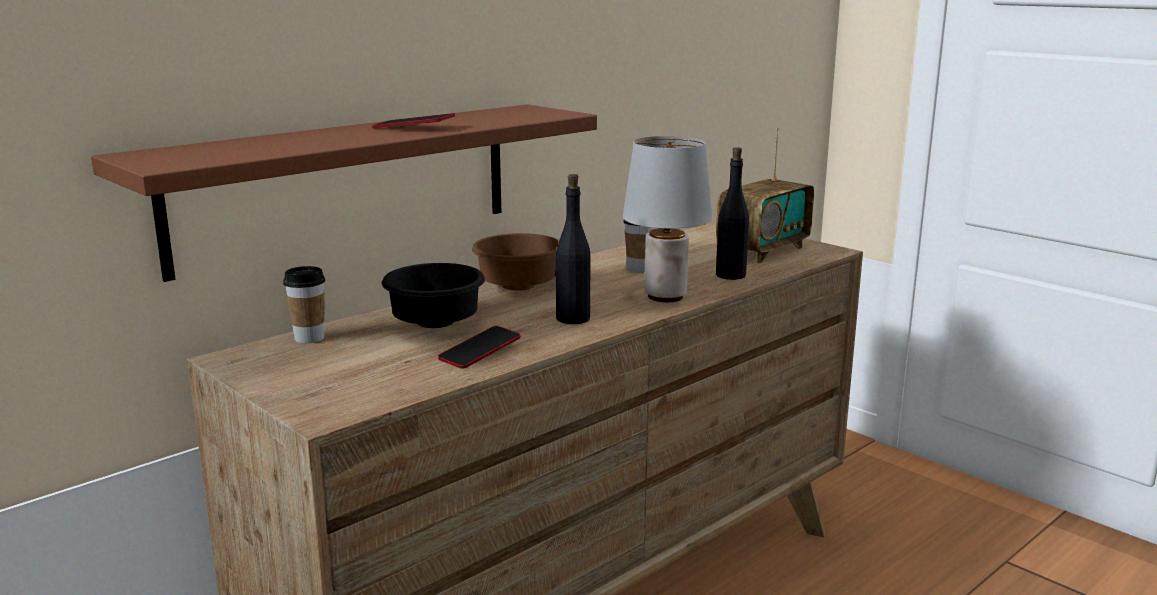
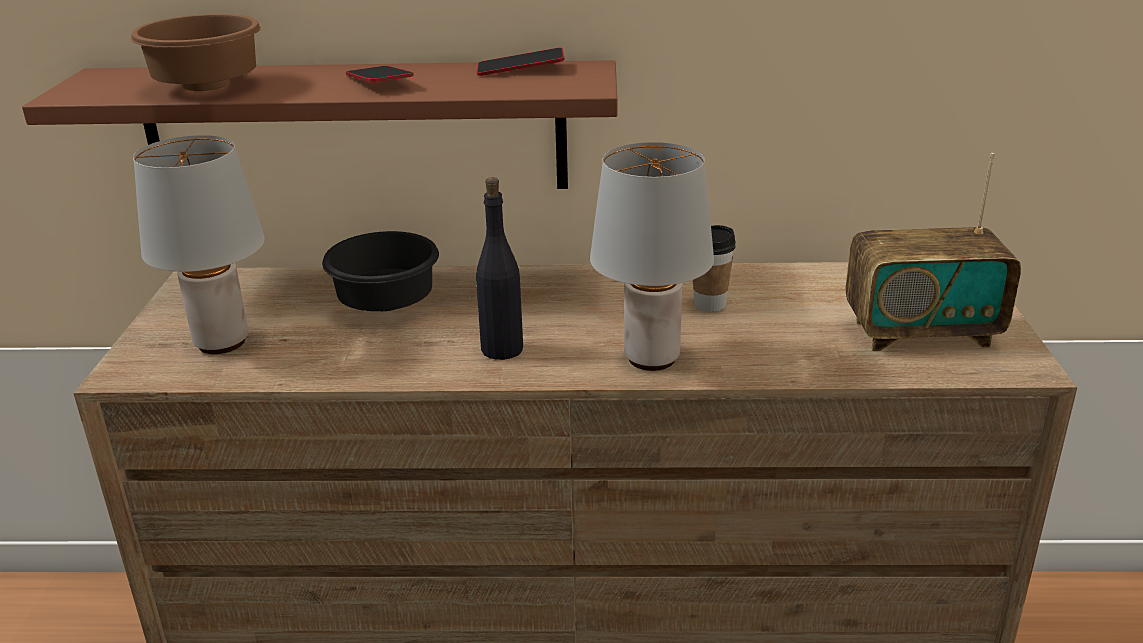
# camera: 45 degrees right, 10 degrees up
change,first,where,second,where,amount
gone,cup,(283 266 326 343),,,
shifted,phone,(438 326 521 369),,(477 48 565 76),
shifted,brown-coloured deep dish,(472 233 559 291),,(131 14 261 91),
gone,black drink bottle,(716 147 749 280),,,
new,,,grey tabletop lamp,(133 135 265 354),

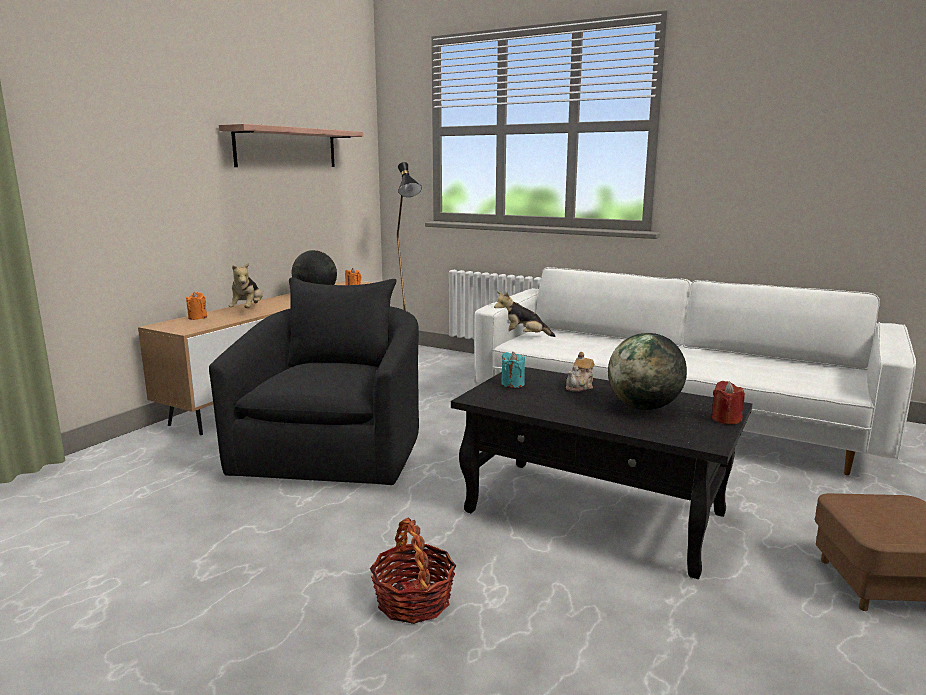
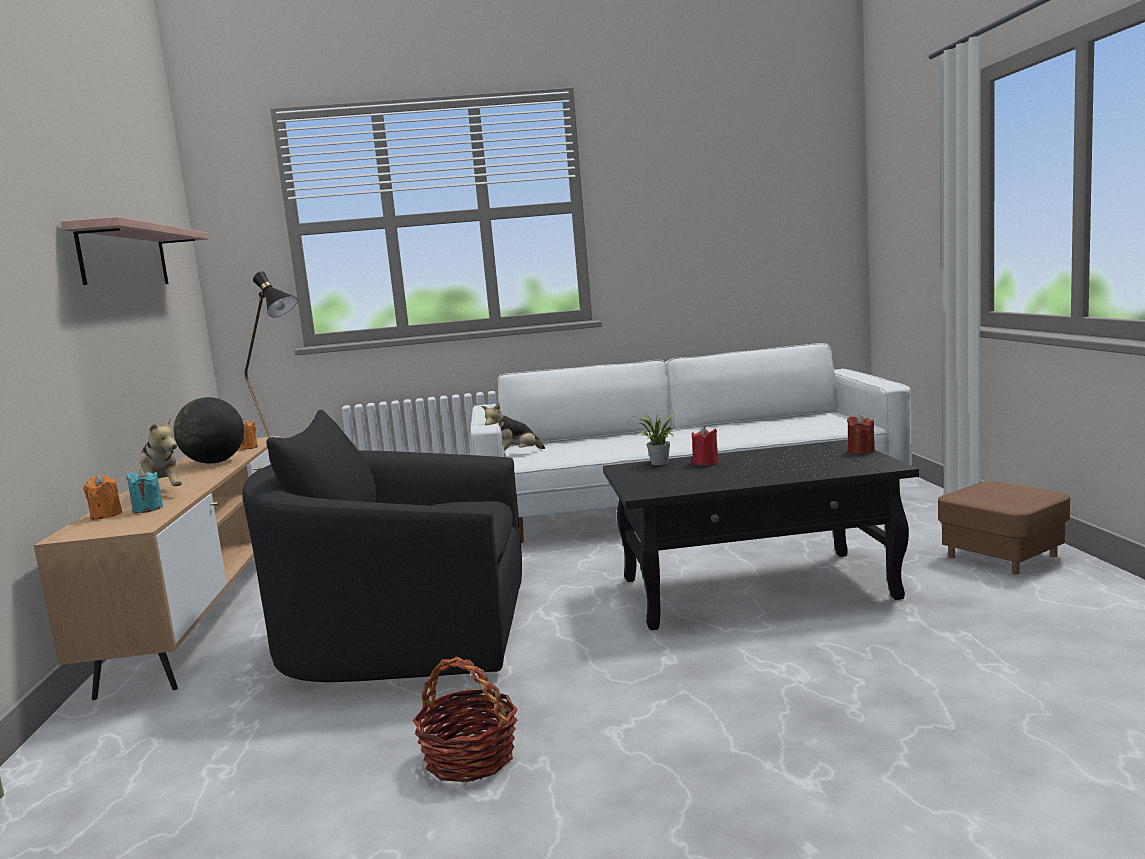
# camera: 35 degrees left, 5 degrees down
change,first,where,second,where,amount
rotated,black easy chair,(209 278 419 485),,(242 410 522 682),60 degrees counterclockwise
shifted,storage basket,(370 517 456 624),,(412 657 518 782),
shifted,blue-green candle,(501 352 525 388),,(126 469 163 513),
swapped,tea pot,(566 352 595 392),red-coloured candle,(692 426 719 465),
gone,desk globe,(608 333 687 410),,,
new,,,plant in a pot,(631 410 676 465),

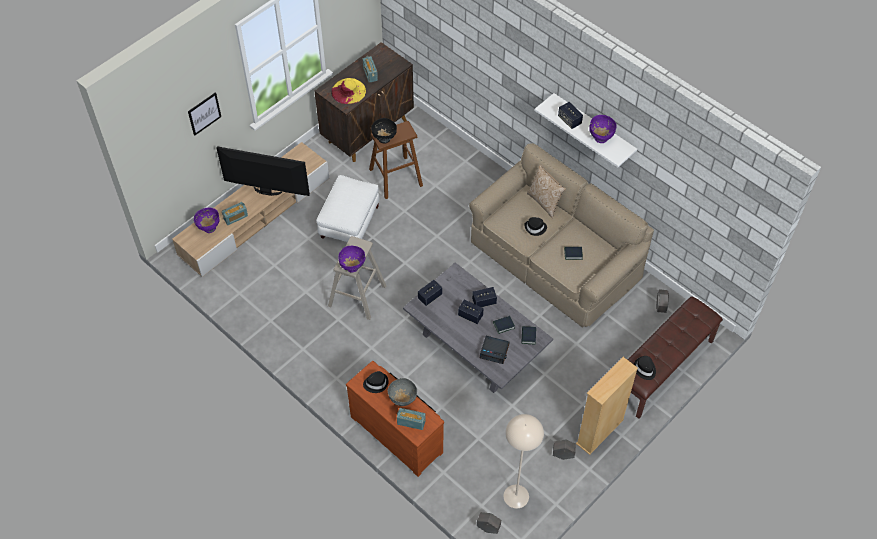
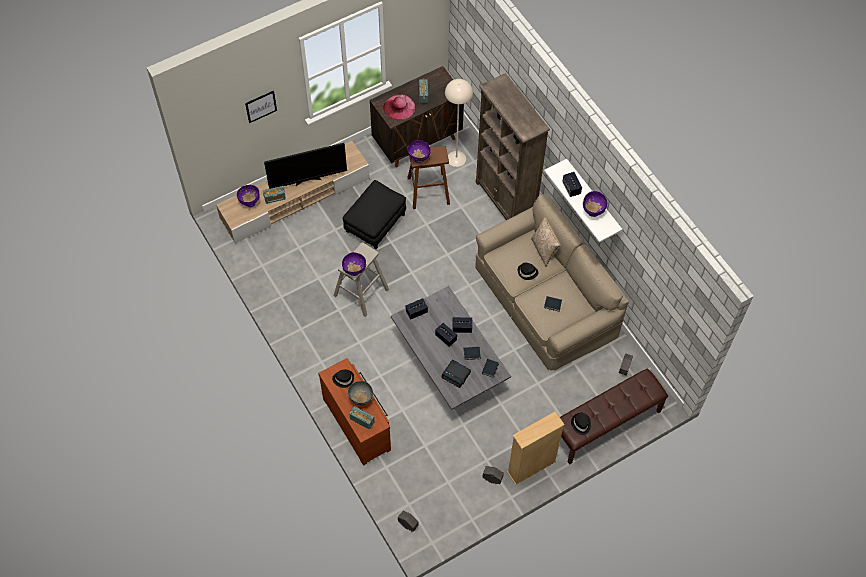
# camera: 15 degrees right, 5 degrees up
change,first,where,second,where,amount
rotated,television,(216 146 310 196),,(264 143 347 189),135 degrees clockwise
repainted,white pouffe,(316 175 380 242),black pouffe,(343 180 406 249),
repainted,yellow hat,(331 78 366 104),pink hat,(383 94 415 120),
repainted,black deep dish,(371 118 397 144),purple-coloured deep dish,(407 140 431 163),
shifted,sand-coloured standard lamp,(503 414 544 508),,(445 79 473 167),
new,,,brown-coloured shelving unit,(476 73 550 220),

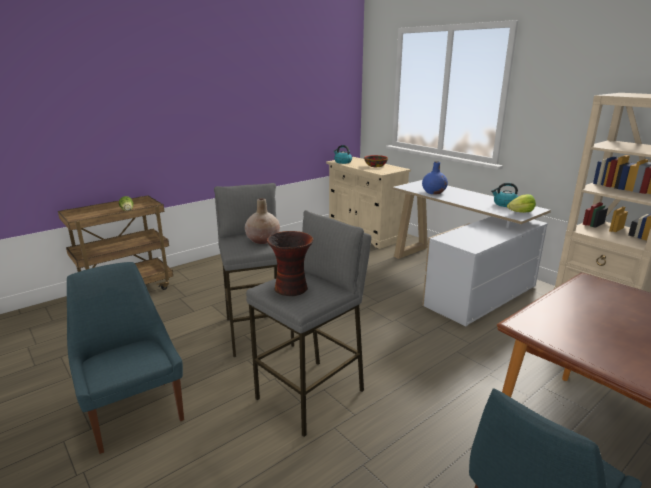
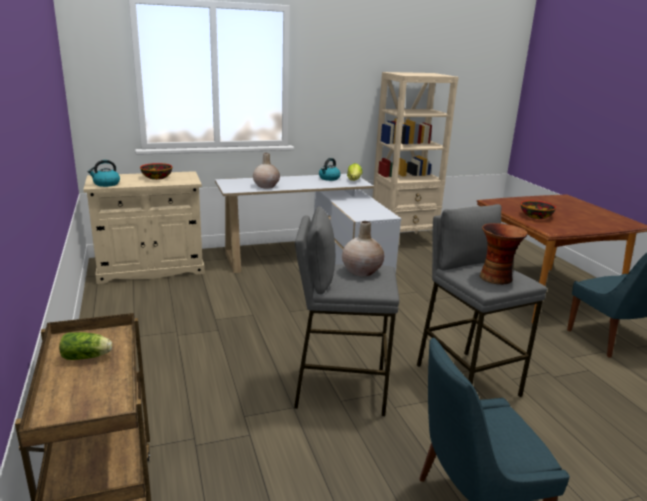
# camera: 70 degrees left, 0 degrees up
change,first,where,second,where,amount
repainted,blue vase,(422 162 448 194),sand-coloured vase,(253 153 280 188),
new,,,deep dish,(521 200 556 219),

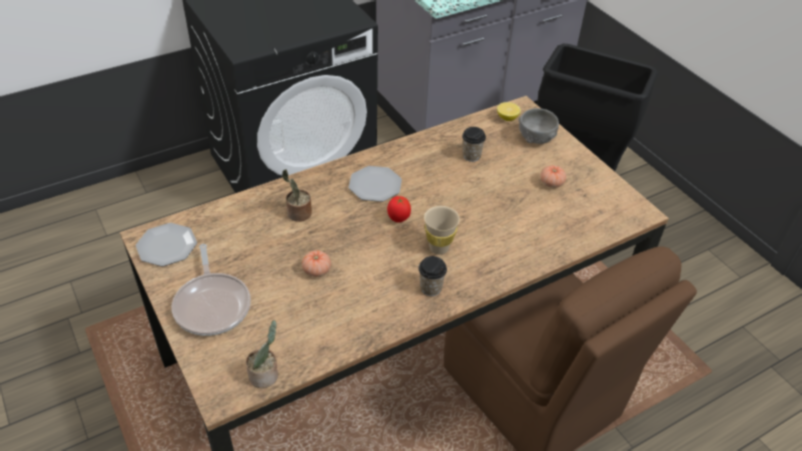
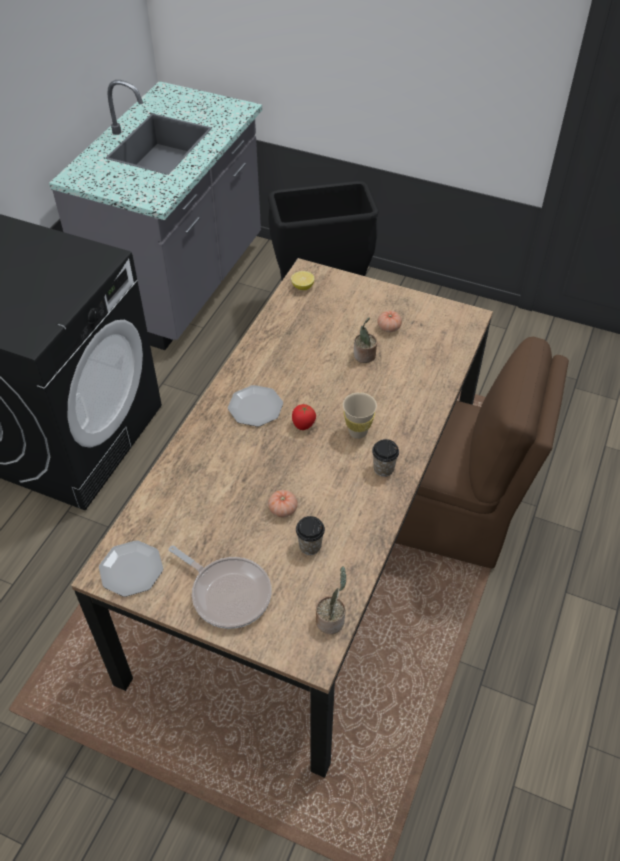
# camera: 35 degrees left, 5 degrees up
change,first,where,second,where,amount
shifted,plant in a pot,(282 169 312 222),,(354 317 377 363),
shifted,cup,(462 127 486 162),,(296 516 325 555),
gone,grey deep dish,(519 108 559 144),,,

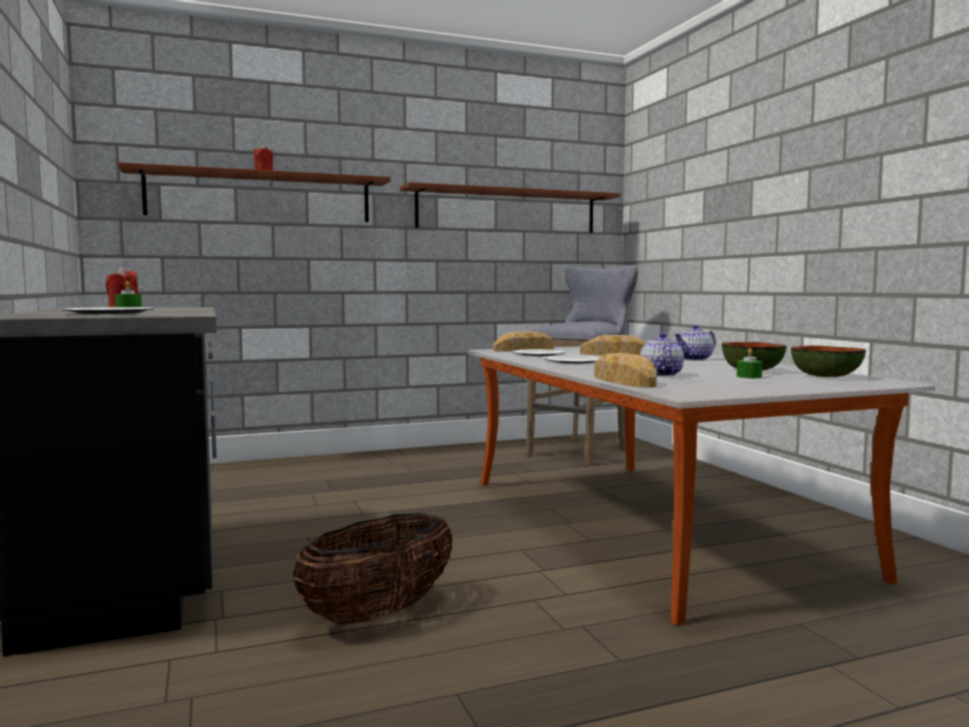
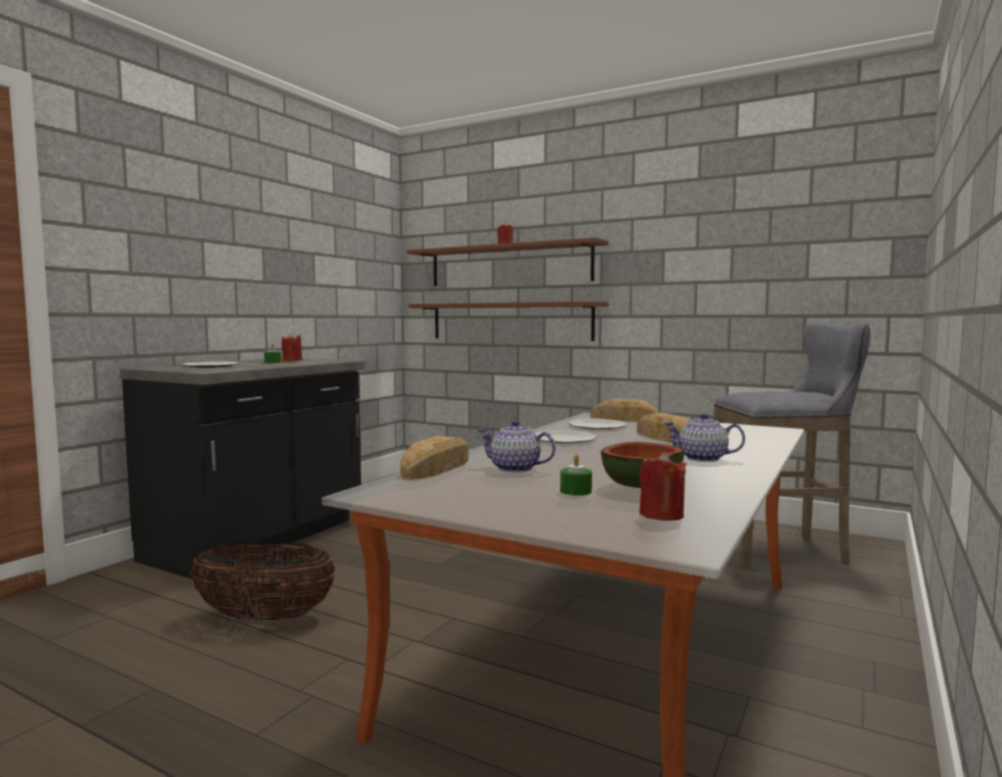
# camera: 50 degrees right, 0 degrees up
change,first,where,second,where,amount
shifted,brown-coloured bracket shelf,(400 182 620 233),,(409 301 609 341),
rotated,tea pot,(640 333 684 376),,(478 420 556 473),120 degrees counterclockwise
swapped,deep dish,(791 346 866 377),red-coloured candle,(639 452 686 521),

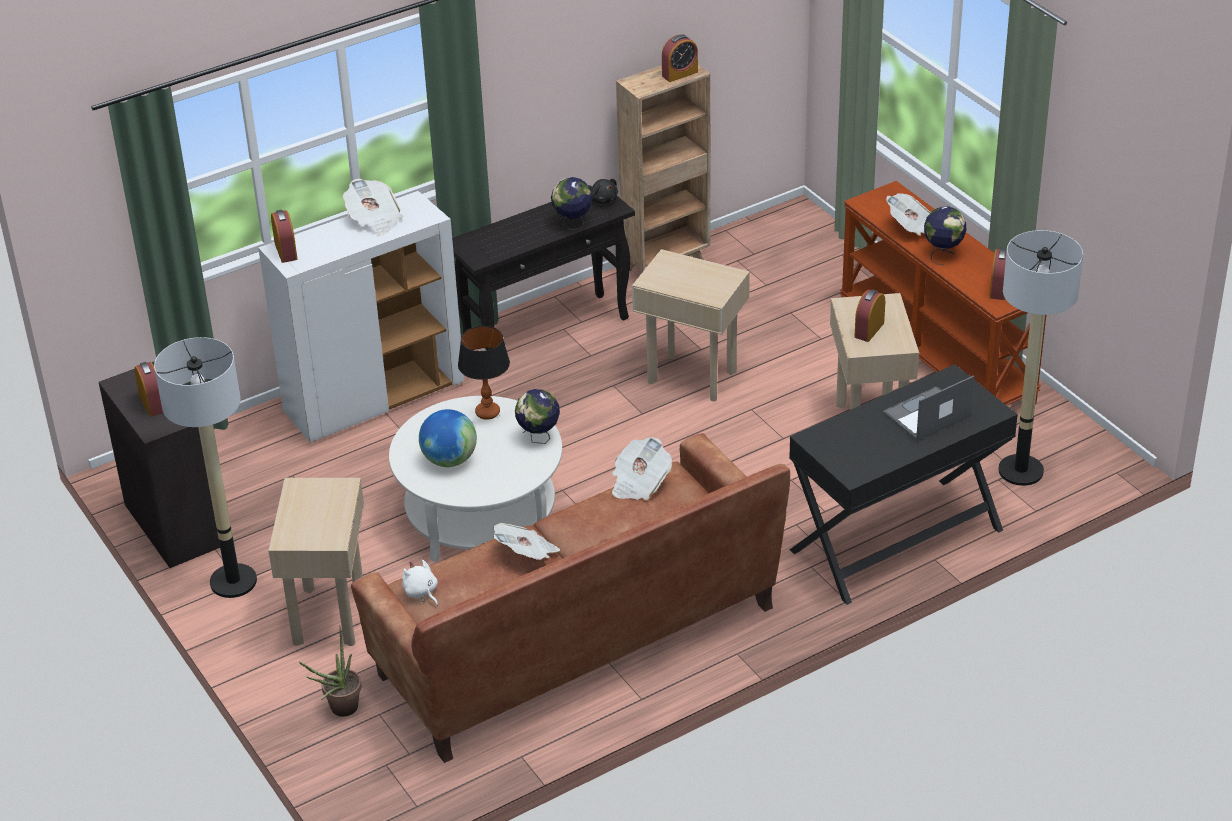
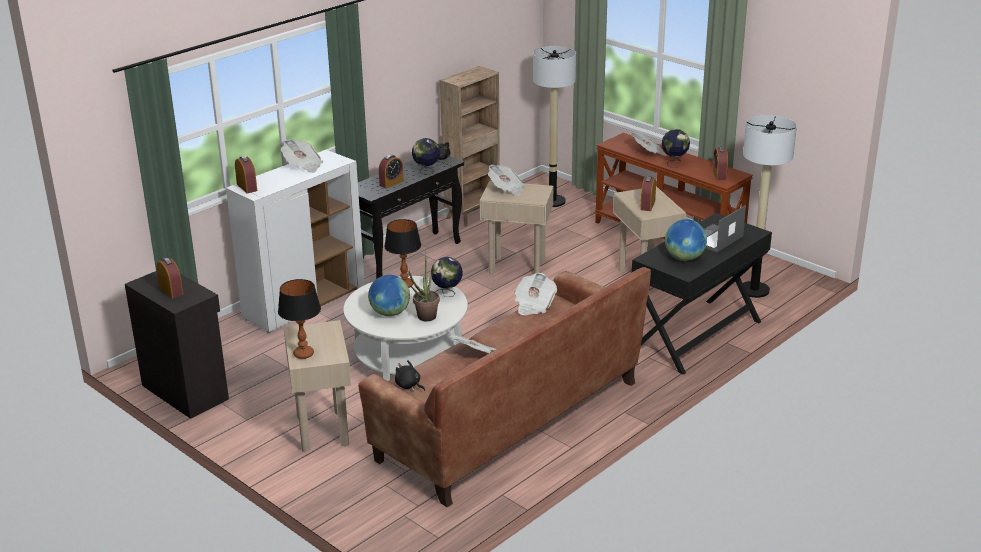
# camera: 15 degrees left, 10 degrees down
change,first,where,second,where,amount
shifted,standard lamp,(154 337 257 598),,(533 46 576 207),
shifted,plant in a pot,(299 626 362 717),,(409 252 440 321),
repainted,white cuddly toy,(402 560 438 606),black cuddly toy,(395 360 425 391),
shifted,table clock,(662 34 698 82),,(379 155 404 189),
new,,,tabletop lamp,(278 279 321 359),
new,,,printed paper,(488 165 525 196),
new,,,desk globe,(665 219 707 261),

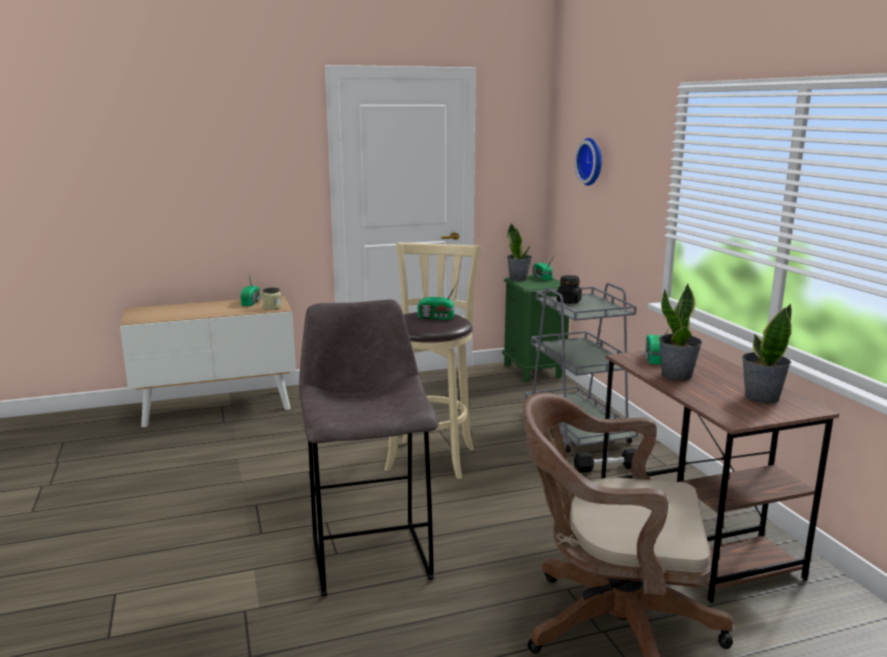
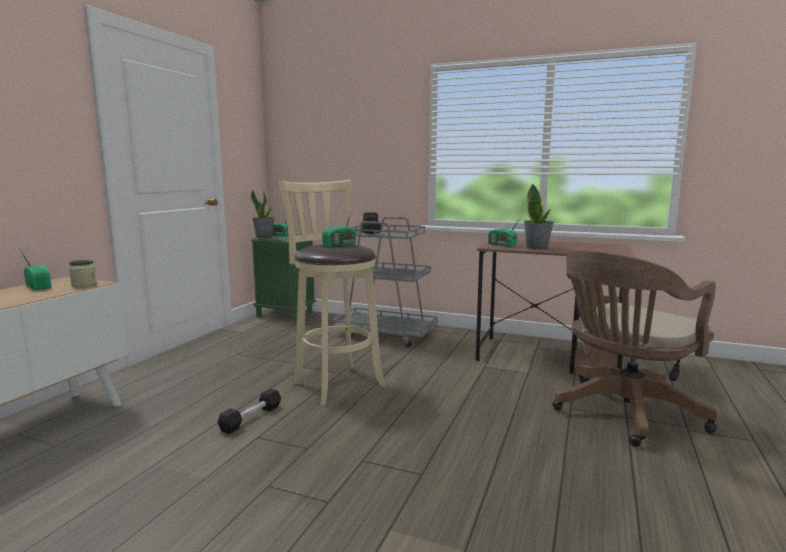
# camera: 50 degrees left, 5 degrees down
change,first,where,second,where,amount
gone,grey stool seat,(299 299 438 596),,,
shifted,black free weight,(574 448 637 473),,(217 388 281 434),
gone,clock on the wall,(575 138 602 186),,,
gone,plant in a pot,(742 304 792 403),,,

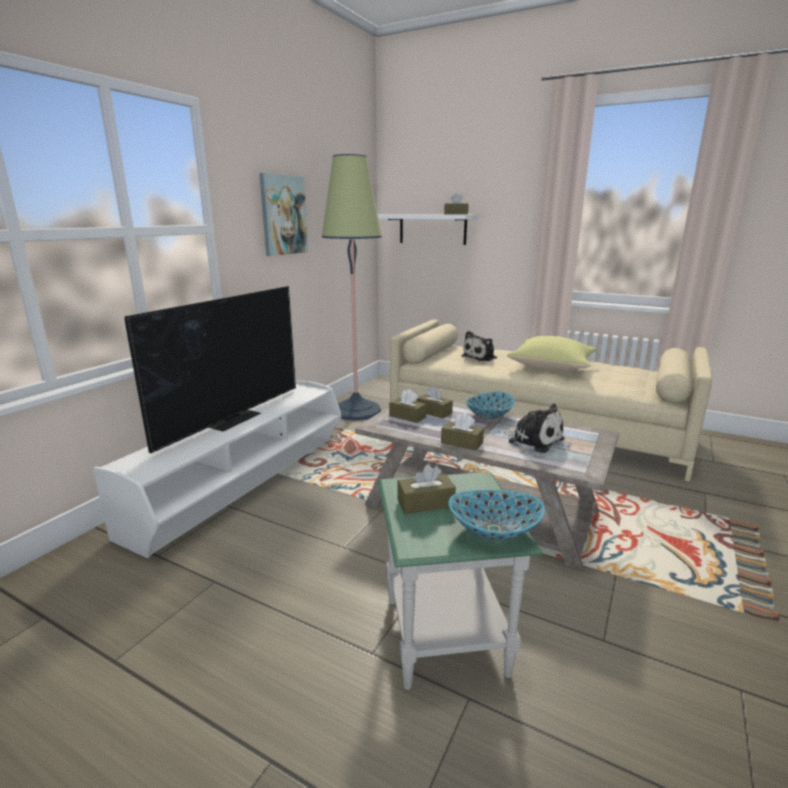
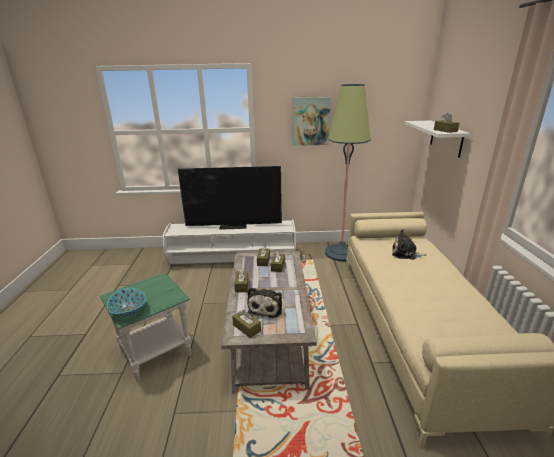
# camera: 60 degrees right, 5 degrees up
change,first,where,second,where,amount
shifted,brown-coloured tissue holder,(397 464 456 514),,(232 310 261 338),
gone,deep dish,(465 391 515 419),,,
gone,yellow pillow,(507 336 597 371),,,

